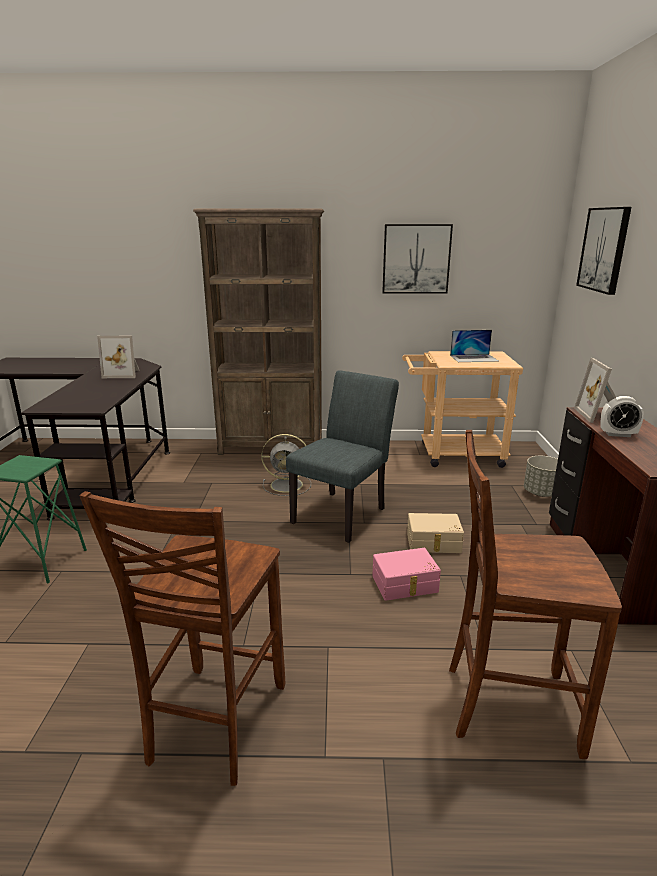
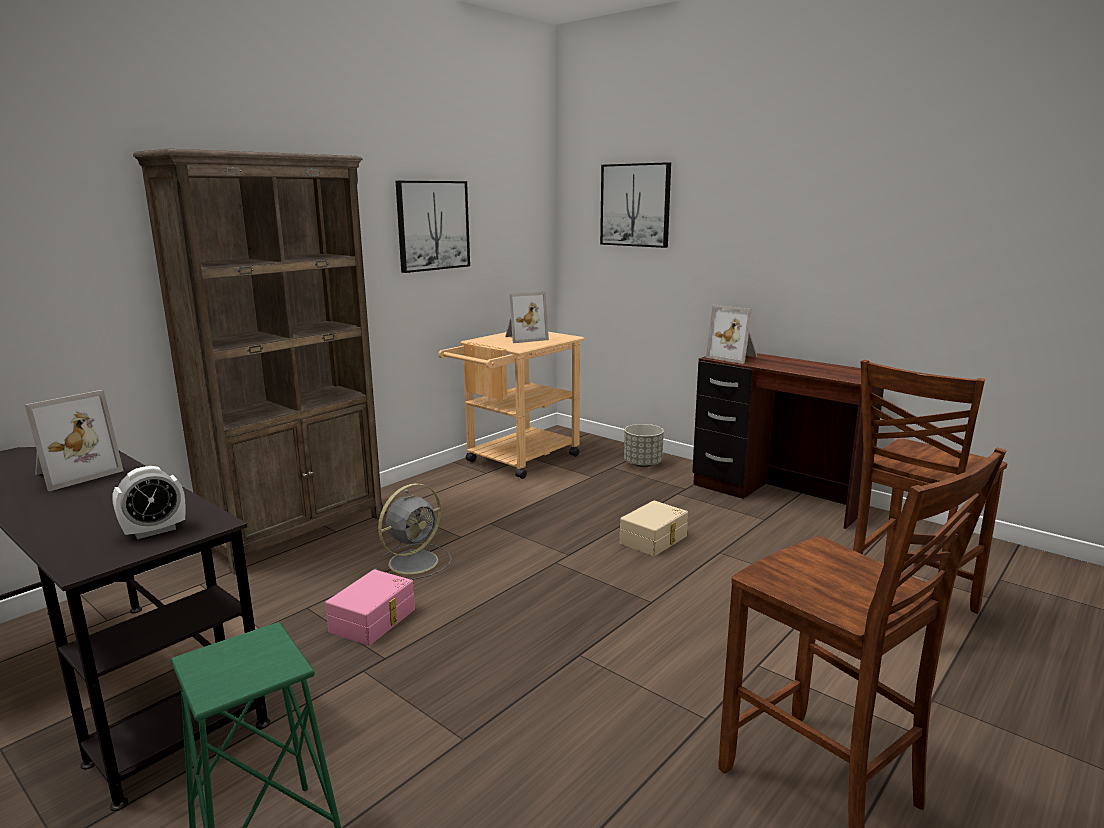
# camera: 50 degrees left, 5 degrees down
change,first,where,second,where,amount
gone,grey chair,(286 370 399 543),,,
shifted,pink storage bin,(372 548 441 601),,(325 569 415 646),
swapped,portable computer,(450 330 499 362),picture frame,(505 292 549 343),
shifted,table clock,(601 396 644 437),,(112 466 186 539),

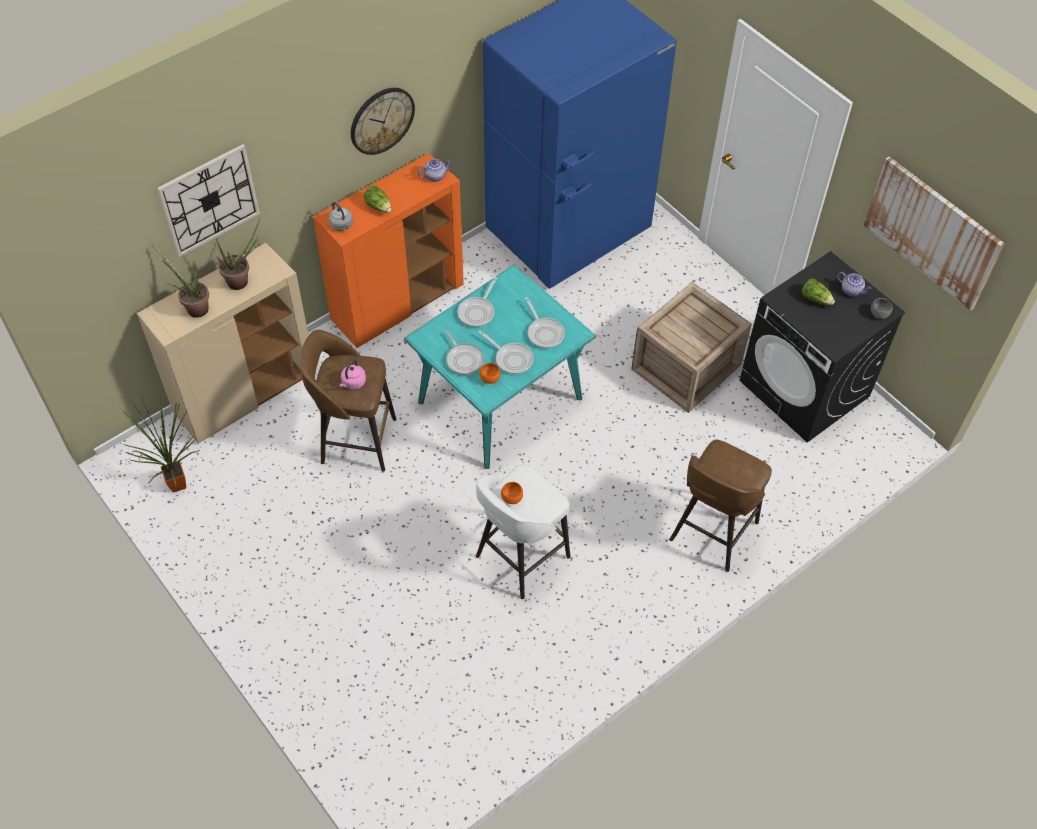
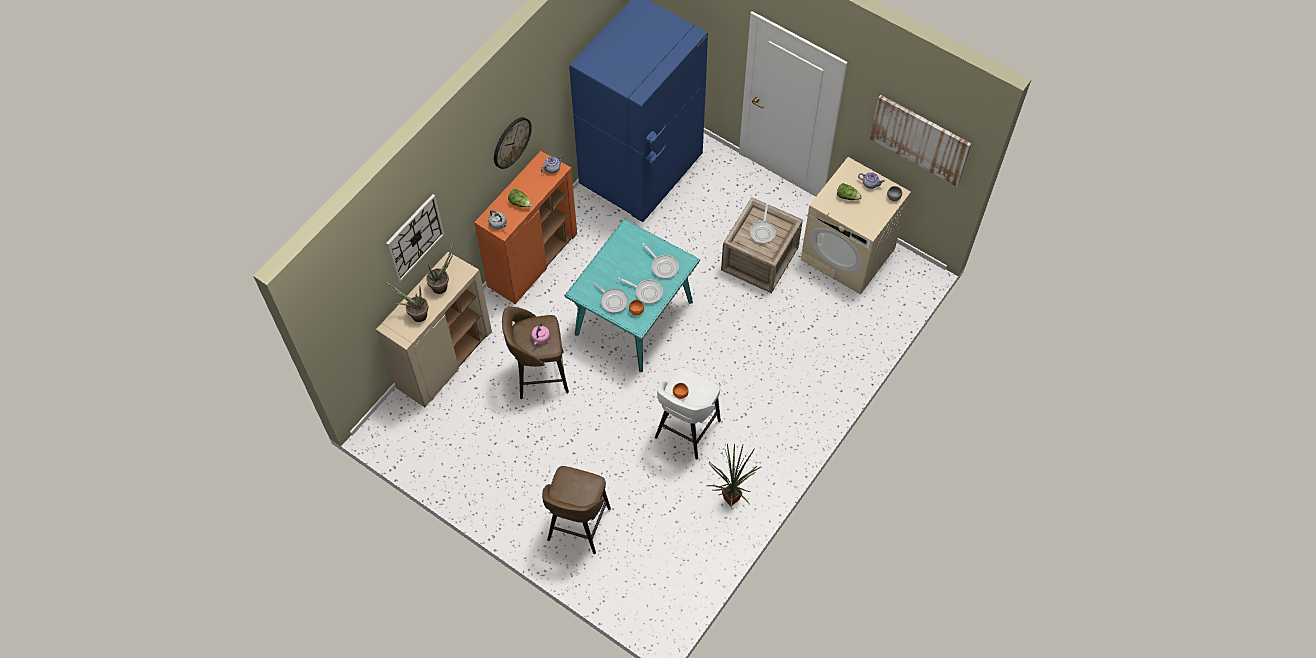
# camera: 15 degrees left, 5 degrees up
change,first,where,second,where,amount
shifted,plant in a pot,(122 397 199 493),,(707 444 761 507),
shifted,frying pan,(458 277 497 327),,(750 204 776 244),
shifted,brown-coloured stool seat,(669 440 772 572),,(542 466 611 554),
repainted,black laundry appliance,(739 251 905 443),sand-coloured laundry appliance,(801 157 911 295),

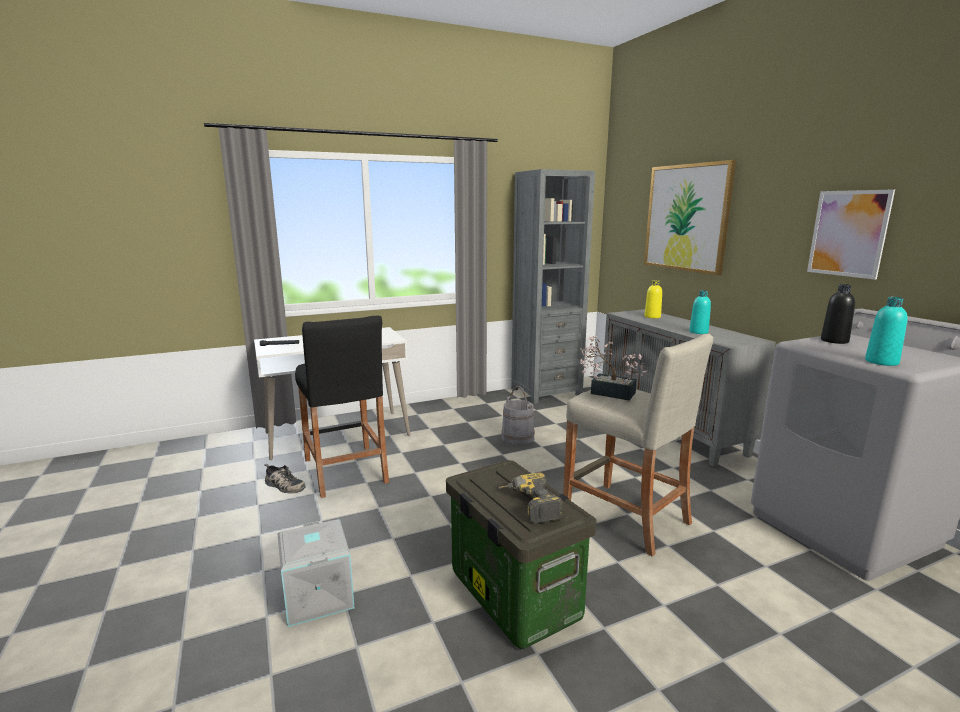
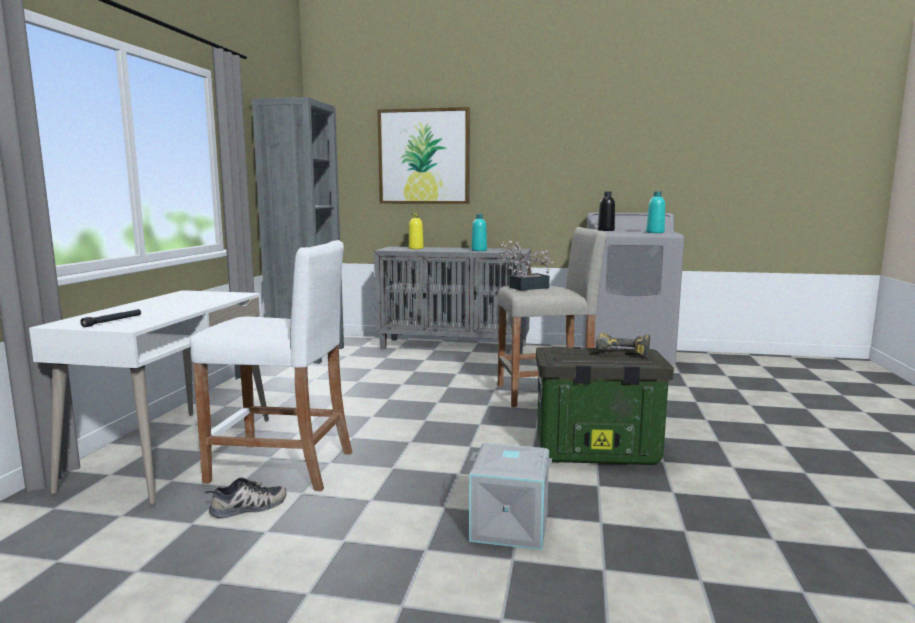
# camera: 55 degrees left, 5 degrees down
change,first,where,second,where,amount
repainted,black stool seat,(295 316 389 498),white stool seat,(190 240 352 491),
gone,grey water bucket,(501 386 535 445),,,
gone,picture,(807 189 895 280),,,

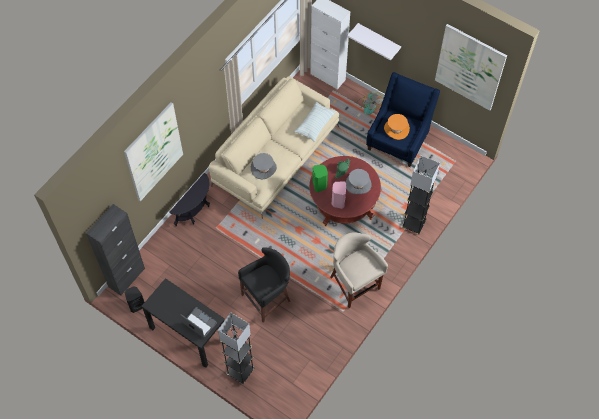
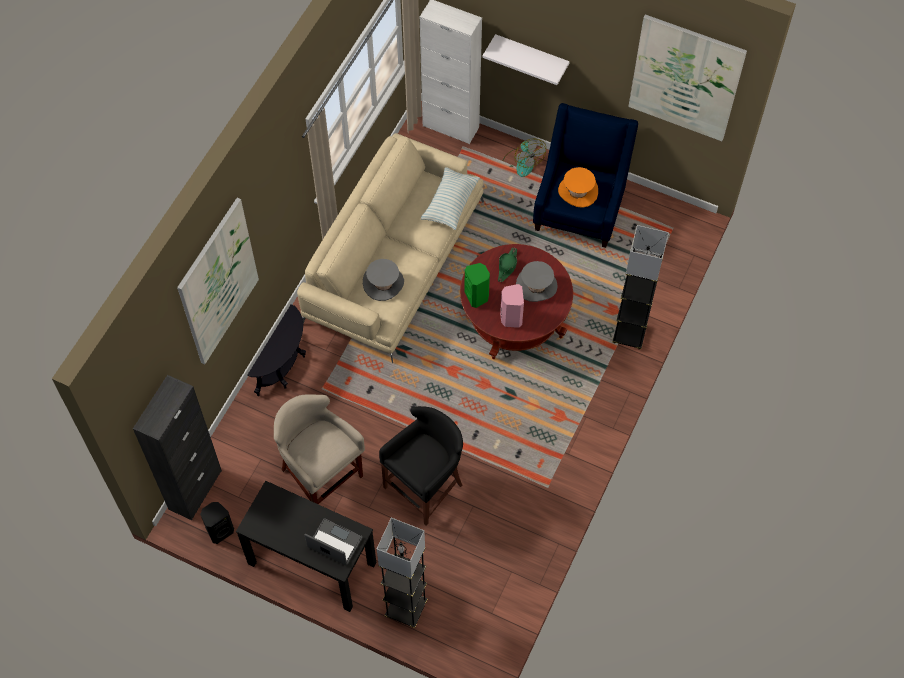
# camera: 10 degrees left, 0 degrees up
change,first,where,second,where,amount
shifted,sand-coloured stool seat,(330 232 388 308),,(274 394 365 504),

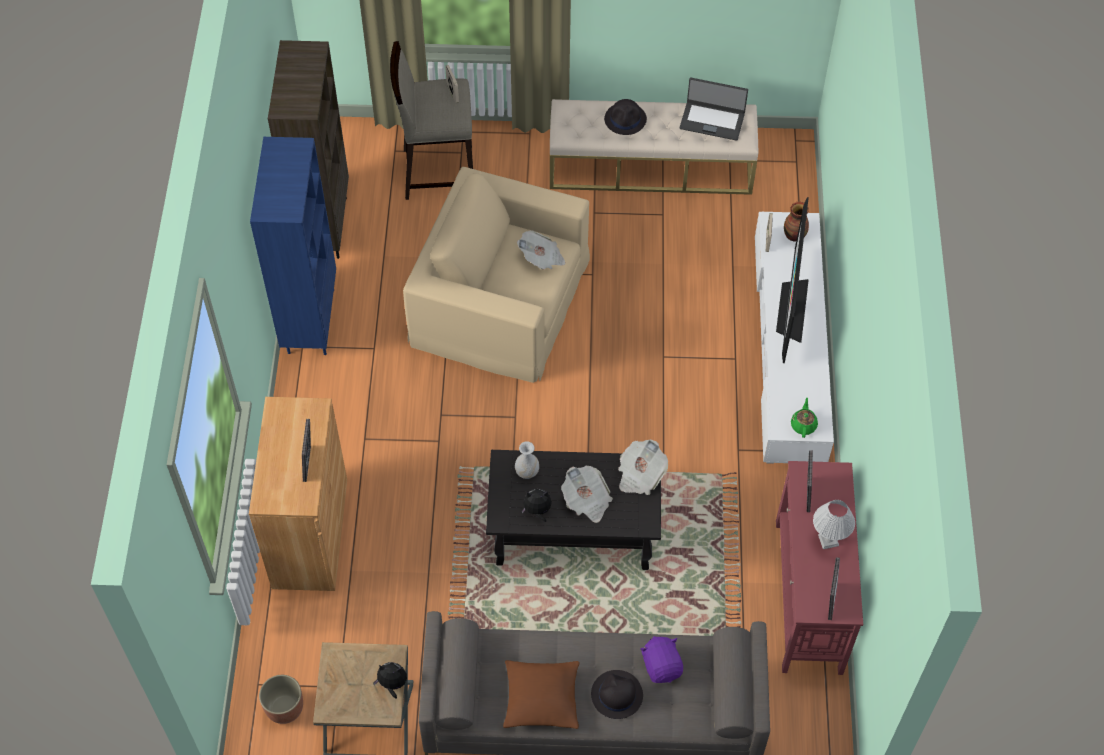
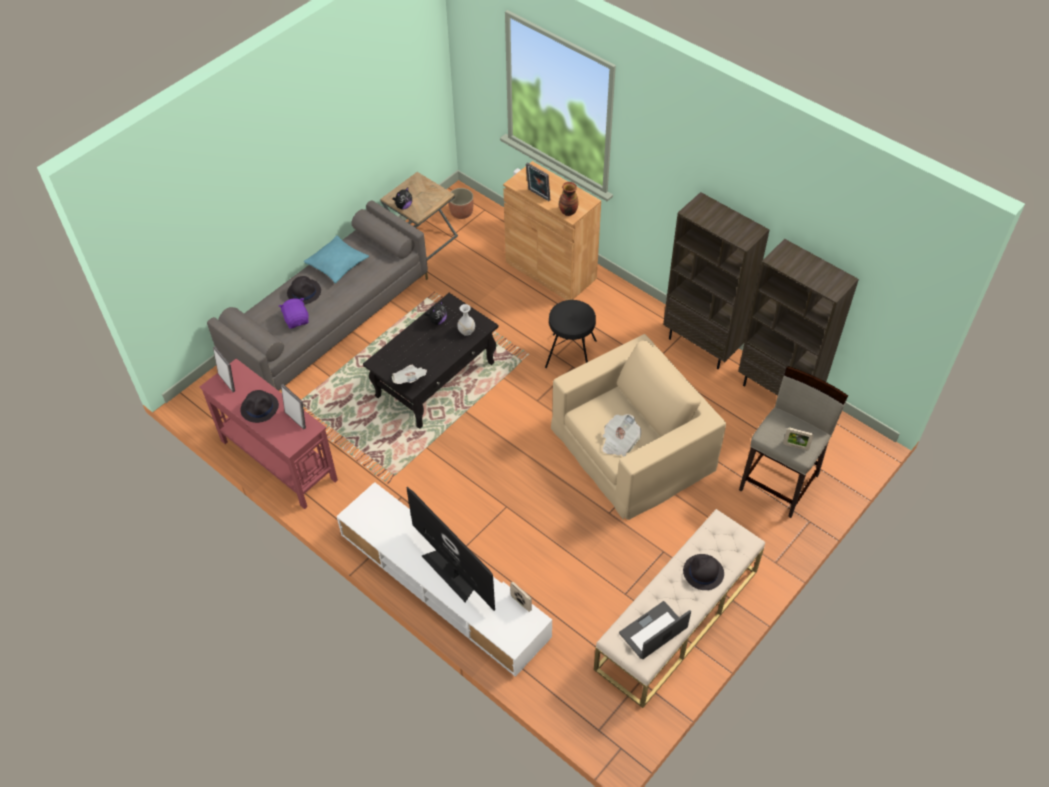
# camera: 130 degrees right, 5 degrees down
change,first,where,second,where,amount
repainted,blue shelving unit,(250 137 336 355),brown-coloured shelving unit,(663 192 769 369),
repainted,brown-coloured pillow,(503 660 580 729),blue-green pillow,(304 235 369 283),
gone,printed paper,(561 466 613 523),,,
rotated,purple-coloured cuddly toy,(641 636 683 683),,(279 298 309 329),135 degrees counterclockwise
shifted,vase,(784 202 809 242),,(559 182 579 216),
gone,green tea pot,(791 398 818 438),,,
swapped,white tabletop lamp,(813 500 855 549),black hat,(240 390 279 423),
new,,,black stool seat,(545 300 597 368),

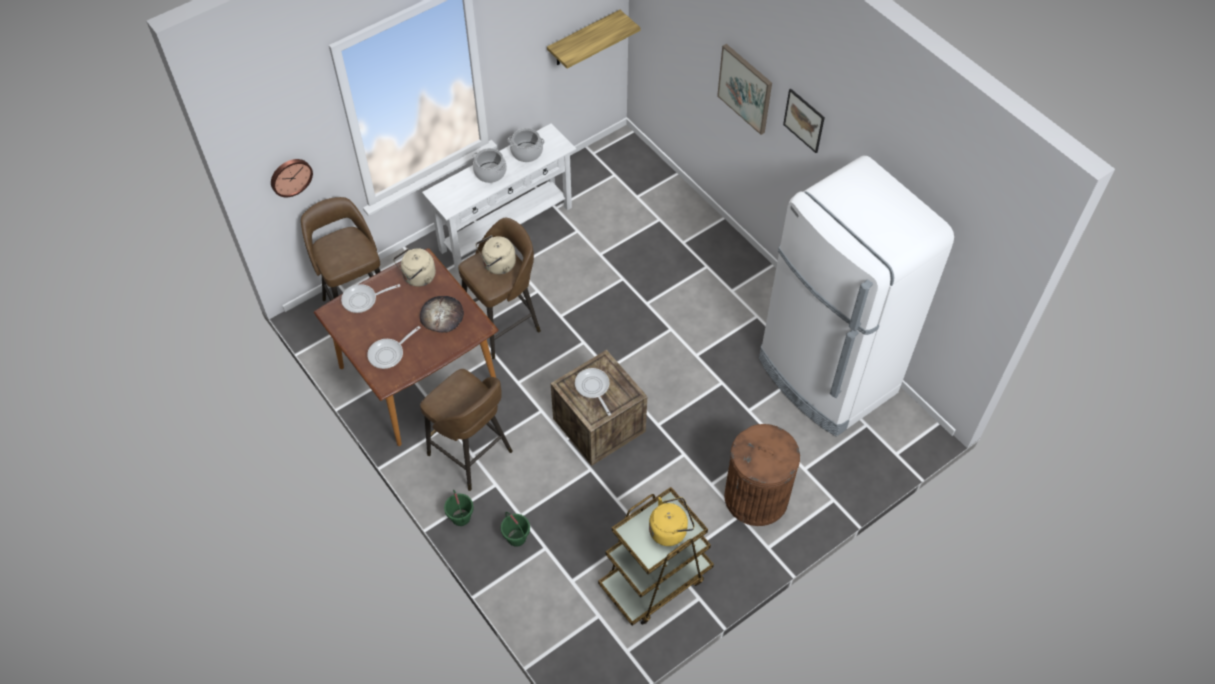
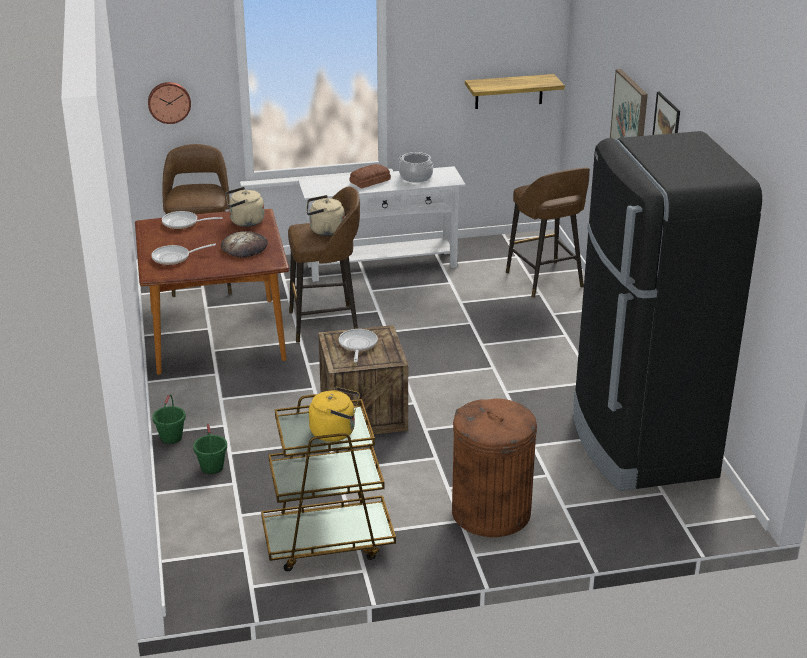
# camera: 25 degrees right, 25 degrees down
change,first,where,second,where,amount
shifted,brown-coloured stool seat,(420 369 513 491),,(506 168 590 298),
swapped,stockpot,(472 148 507 183),baked bread,(349 164 391 188),
repainted,white refrigerator,(759 156 954 437),black refrigerator,(573 131 762 491),

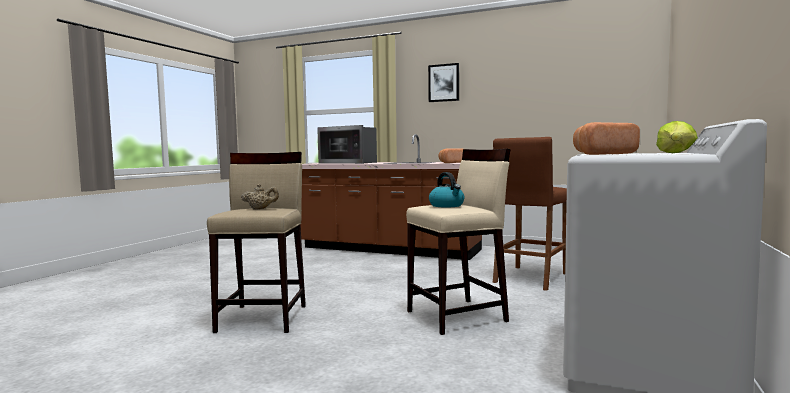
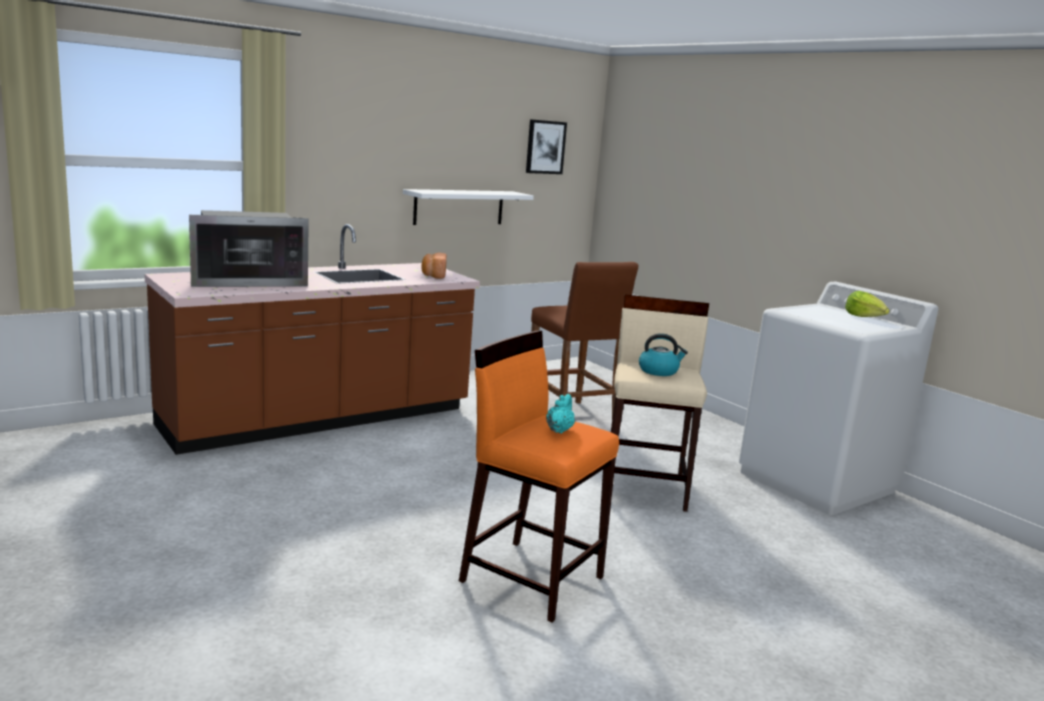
# camera: 60 degrees left, 10 degrees up
change,first,where,second,where,amount
repainted,sand-coloured stool seat,(207 152 306 333),orangey stool seat,(459 331 619 622),
repainted,sand-coloured tea pot,(241 184 279 210),blue-green tea pot,(546 394 575 434),
shifted,picture,(428 63 459 102),,(526 119 567 174),
gone,baked bread,(573 122 640 155),,,
new,,,white bracket shelf,(403 189 534 225),

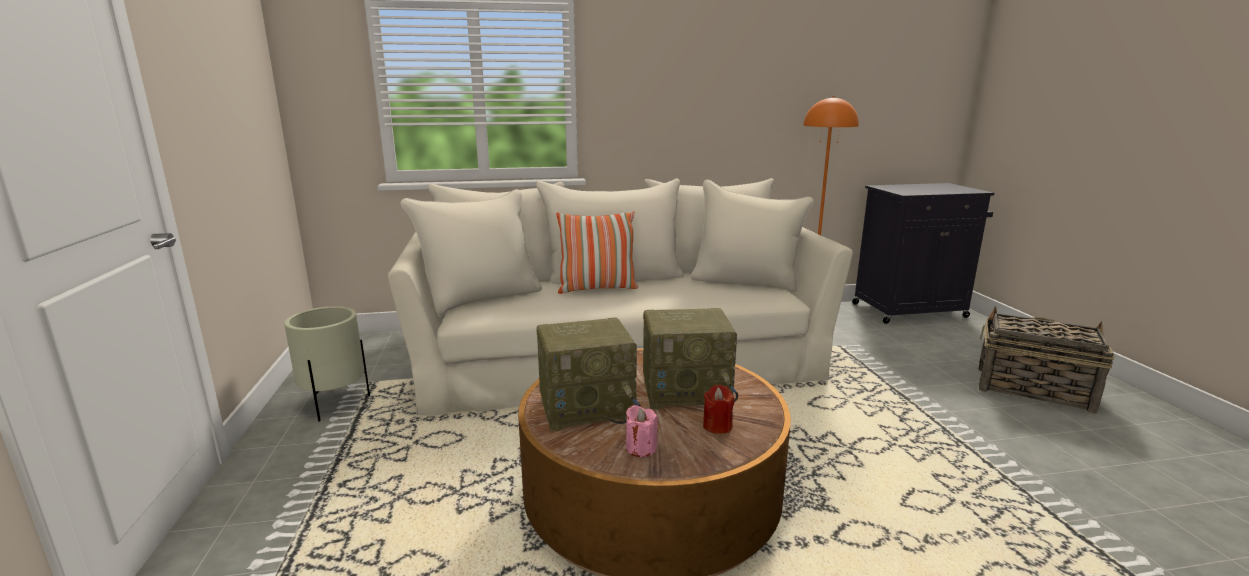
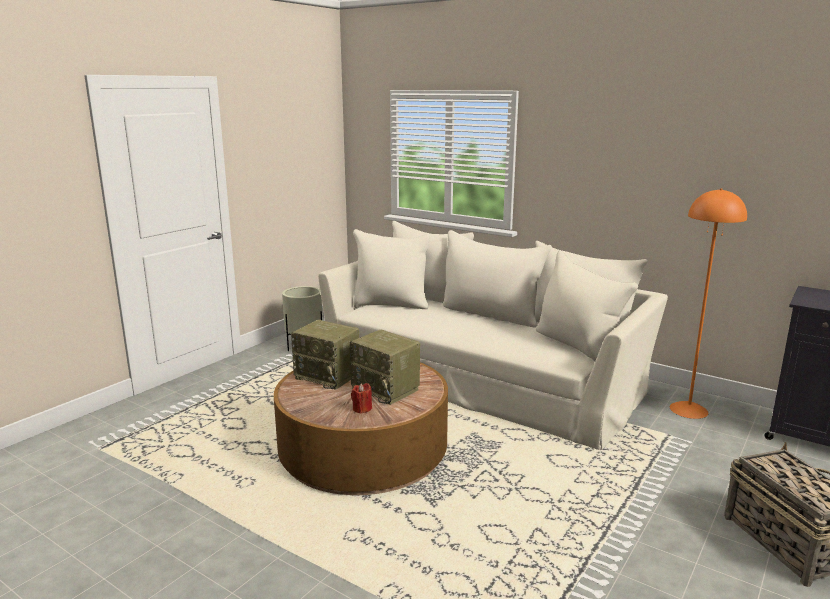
# camera: 45 degrees right, 0 degrees up
change,first,where,second,where,amount
gone,pillow,(556 211 638 294),,,
gone,pink candle,(626 405 658 457),,,

